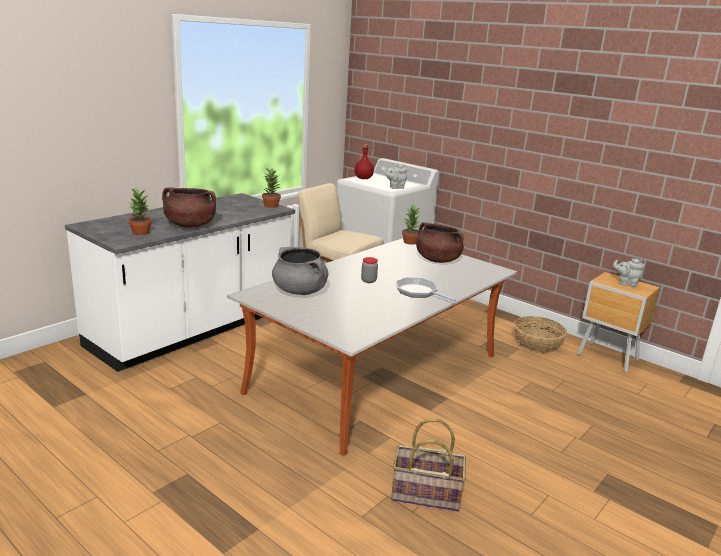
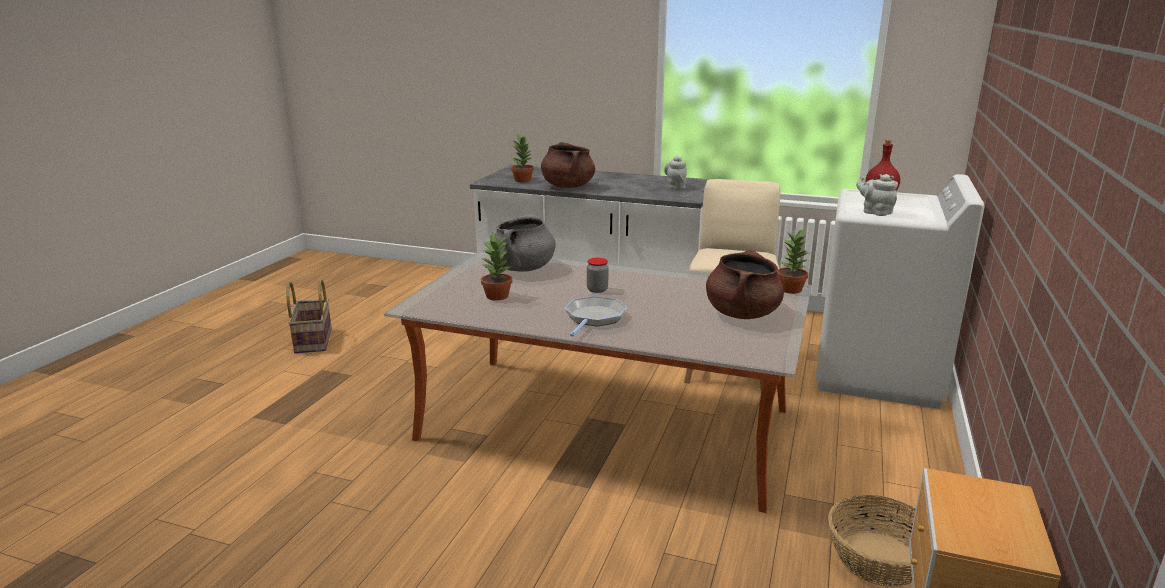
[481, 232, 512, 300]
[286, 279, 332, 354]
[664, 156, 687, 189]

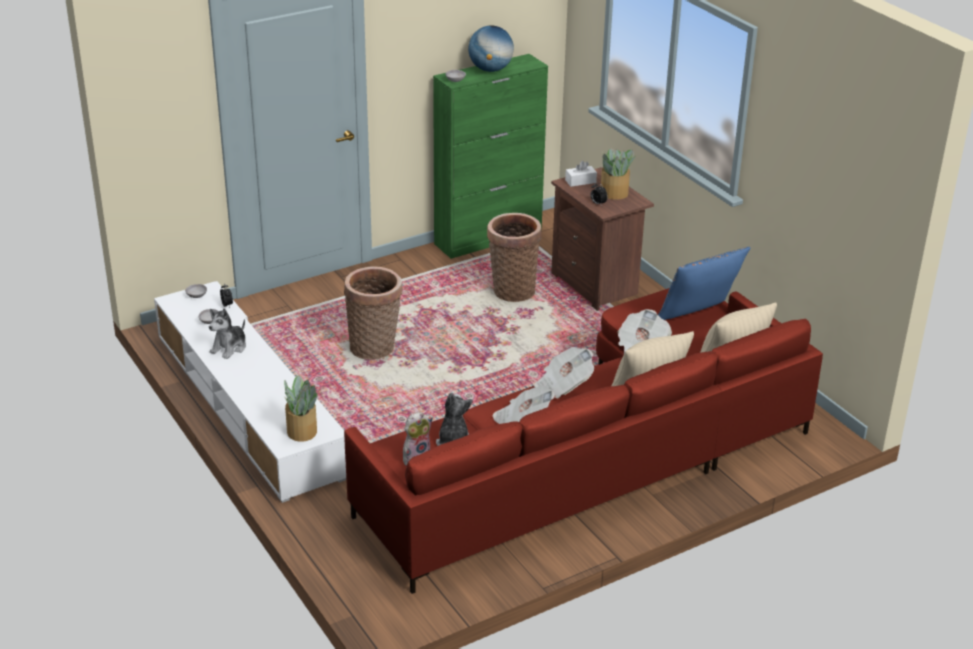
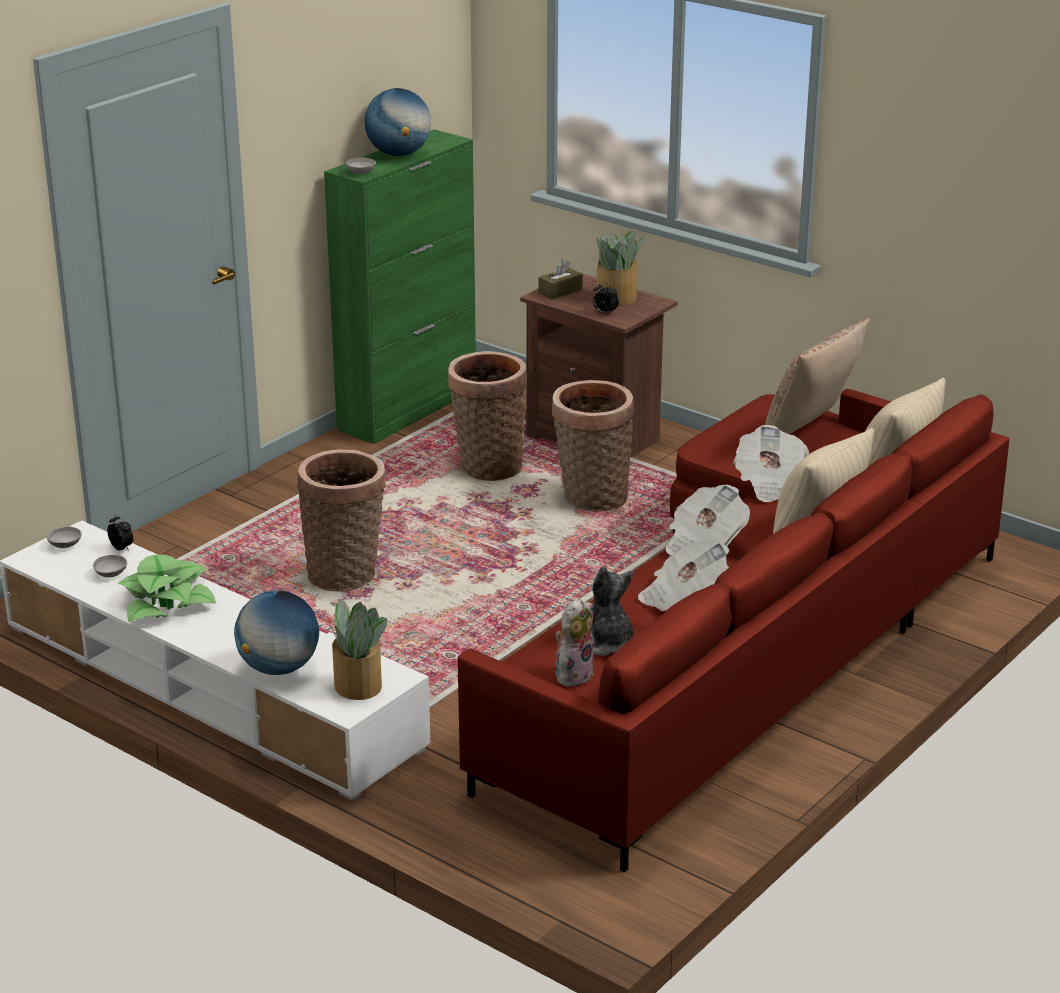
[117, 555, 216, 622]
[539, 260, 583, 299]
[765, 318, 869, 434]
[234, 590, 319, 675]
[552, 380, 635, 511]

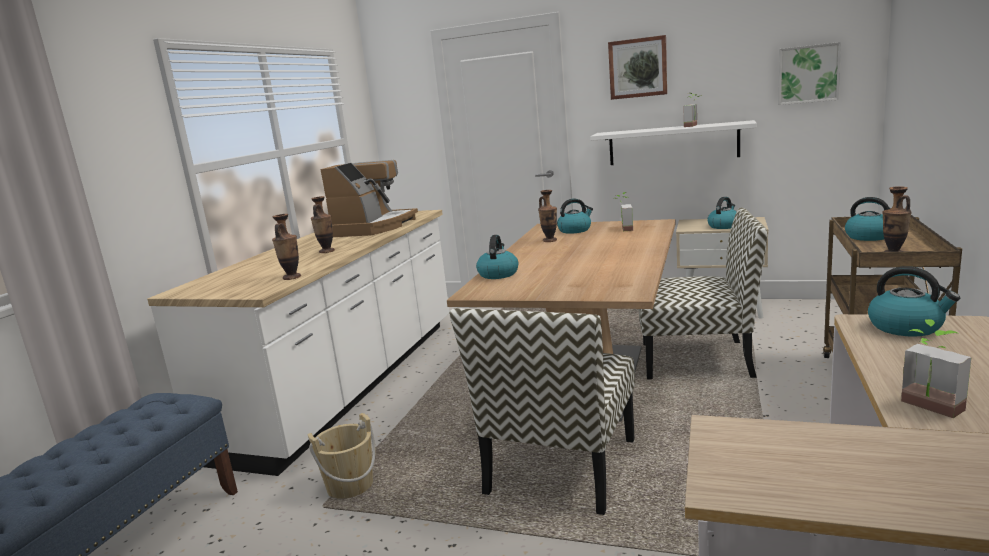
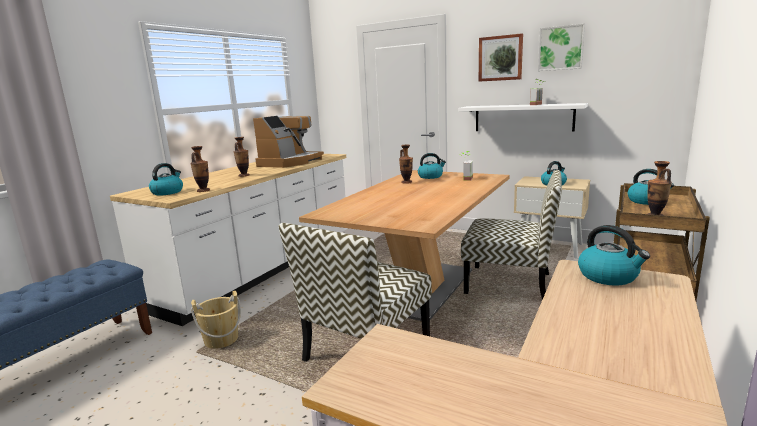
[149, 163, 183, 195]
[538, 24, 585, 71]
[901, 319, 971, 418] (first image)

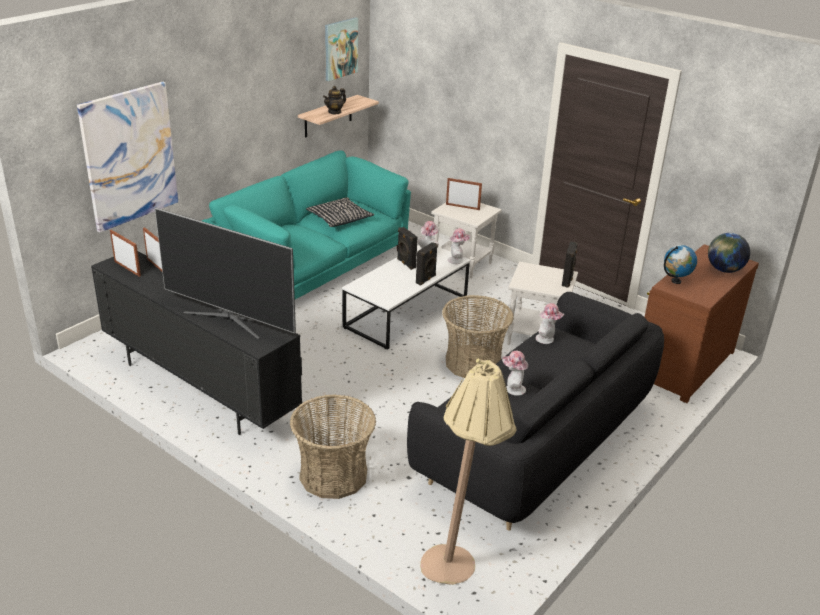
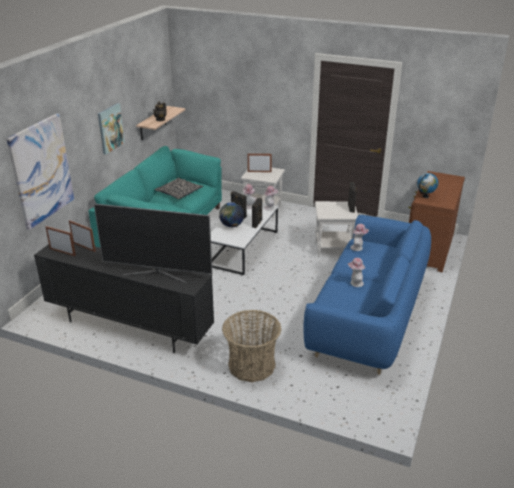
[98, 103, 125, 155]
[303, 215, 431, 375]
[420, 357, 516, 585] (first image)
[442, 295, 514, 378] (first image)
[219, 202, 244, 227]

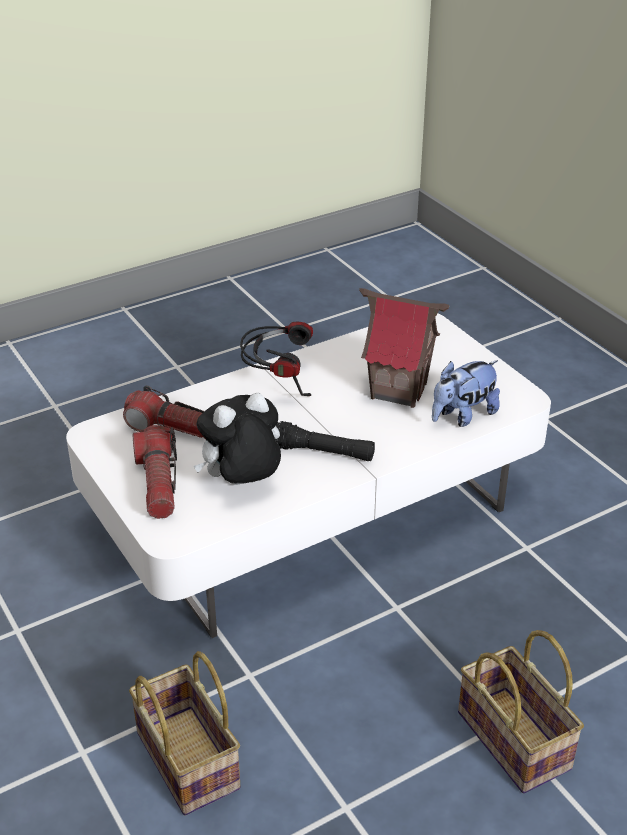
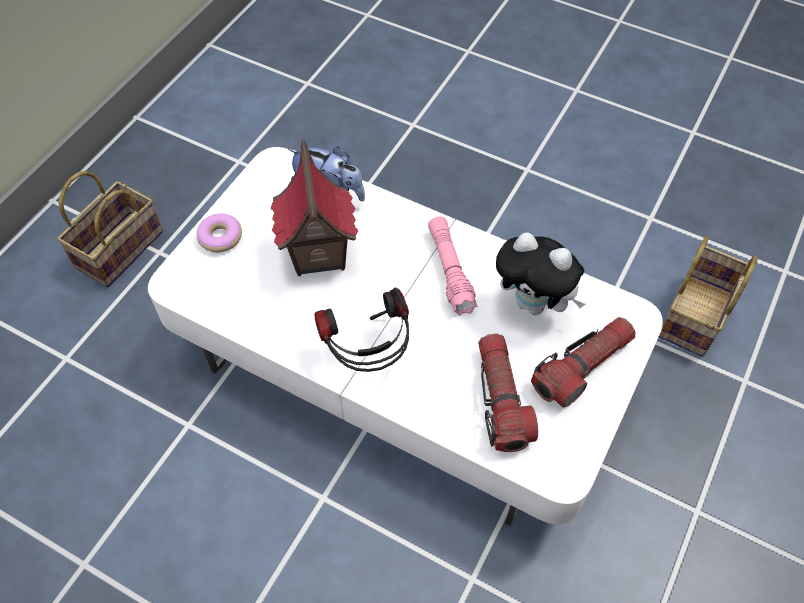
[428, 217, 477, 316]
[57, 171, 163, 287]
[197, 214, 242, 253]

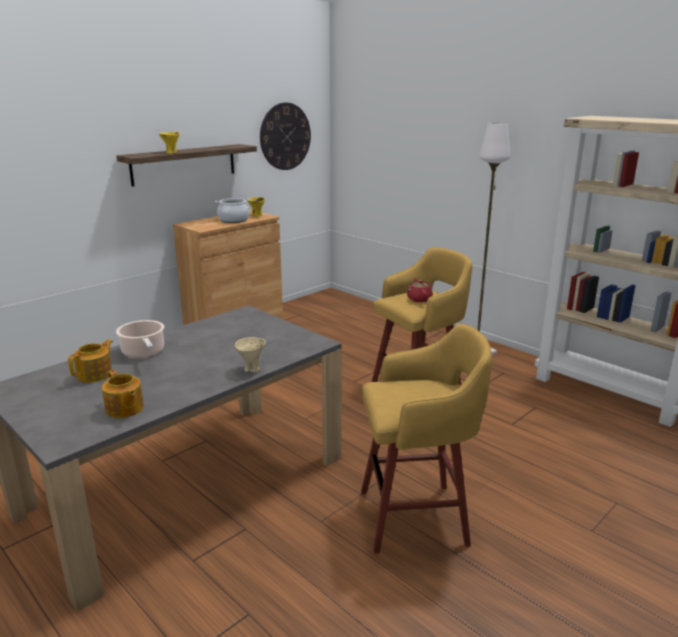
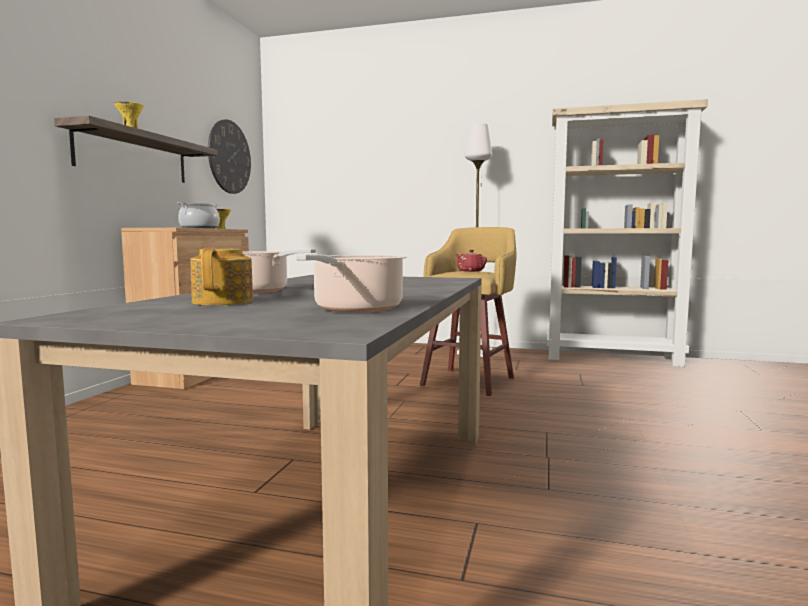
[296, 254, 407, 313]
[235, 337, 266, 372] (first image)
[361, 323, 492, 554] (first image)

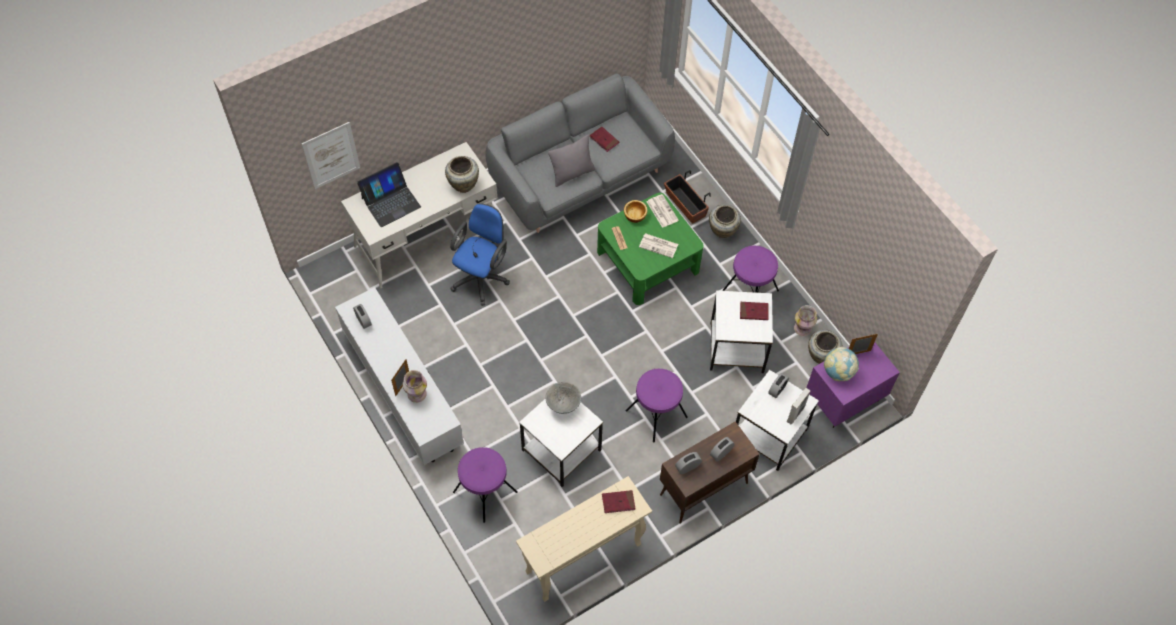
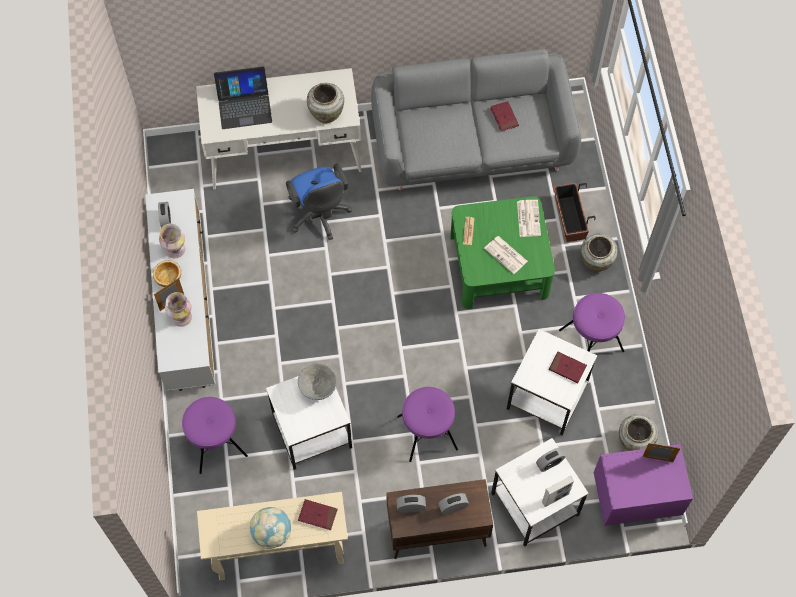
[301, 122, 360, 189] (first image)
[286, 163, 352, 240]
[548, 134, 595, 187] (first image)
[153, 260, 181, 287]
[159, 224, 186, 258]
[250, 507, 291, 549]

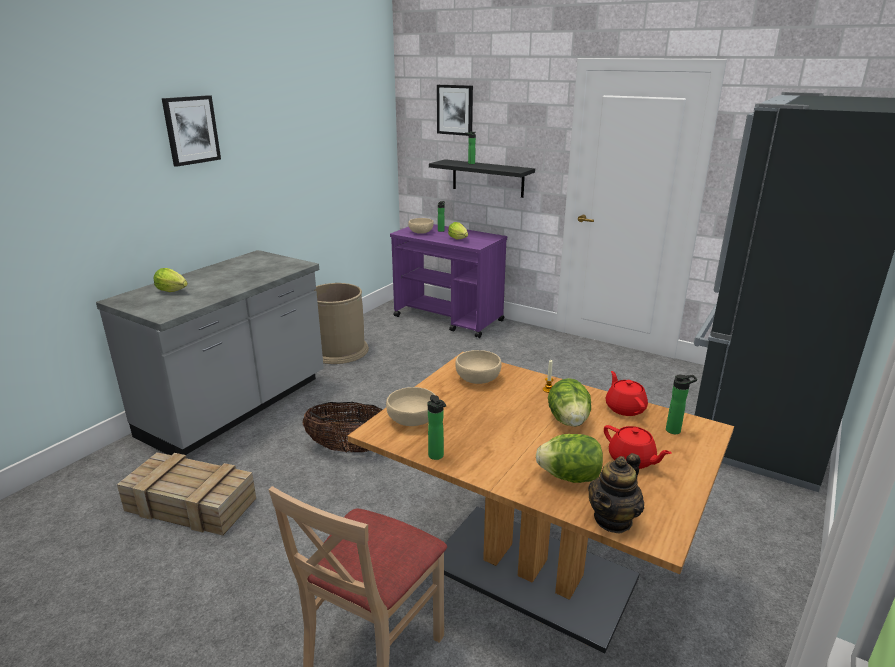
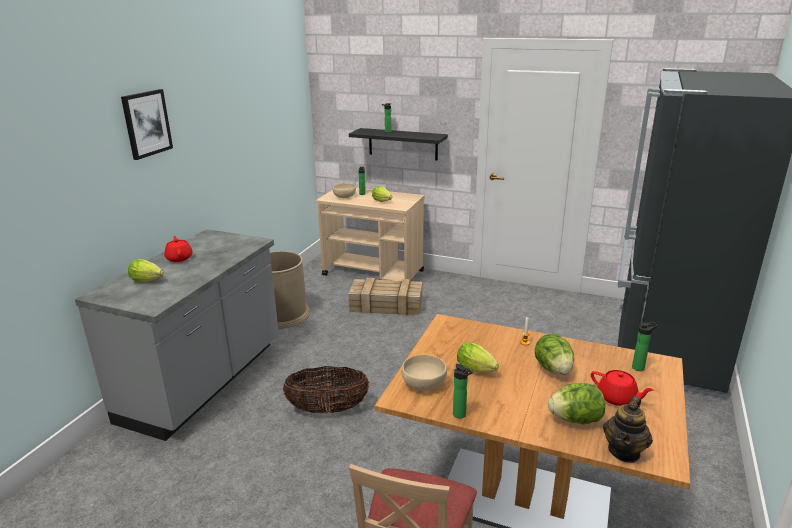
[348, 278, 422, 315]
[316, 188, 425, 281]
[437, 85, 473, 136] (first image)
[455, 350, 502, 384] (first image)
[164, 236, 192, 262]
[457, 342, 499, 373]

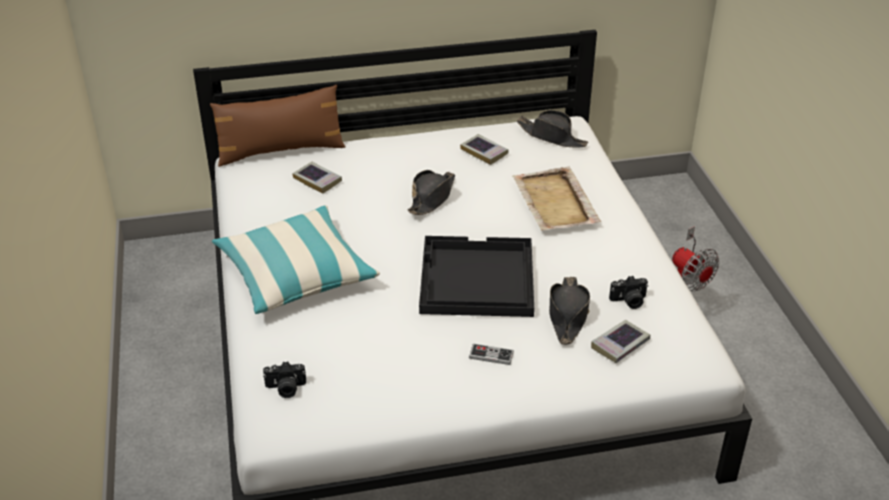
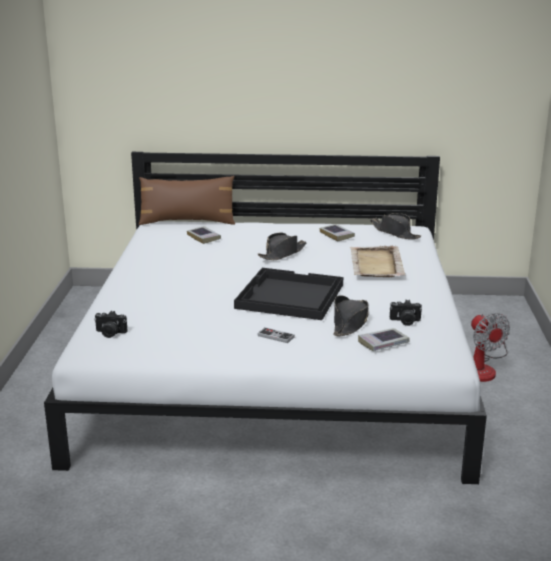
[212, 205, 380, 314] (first image)

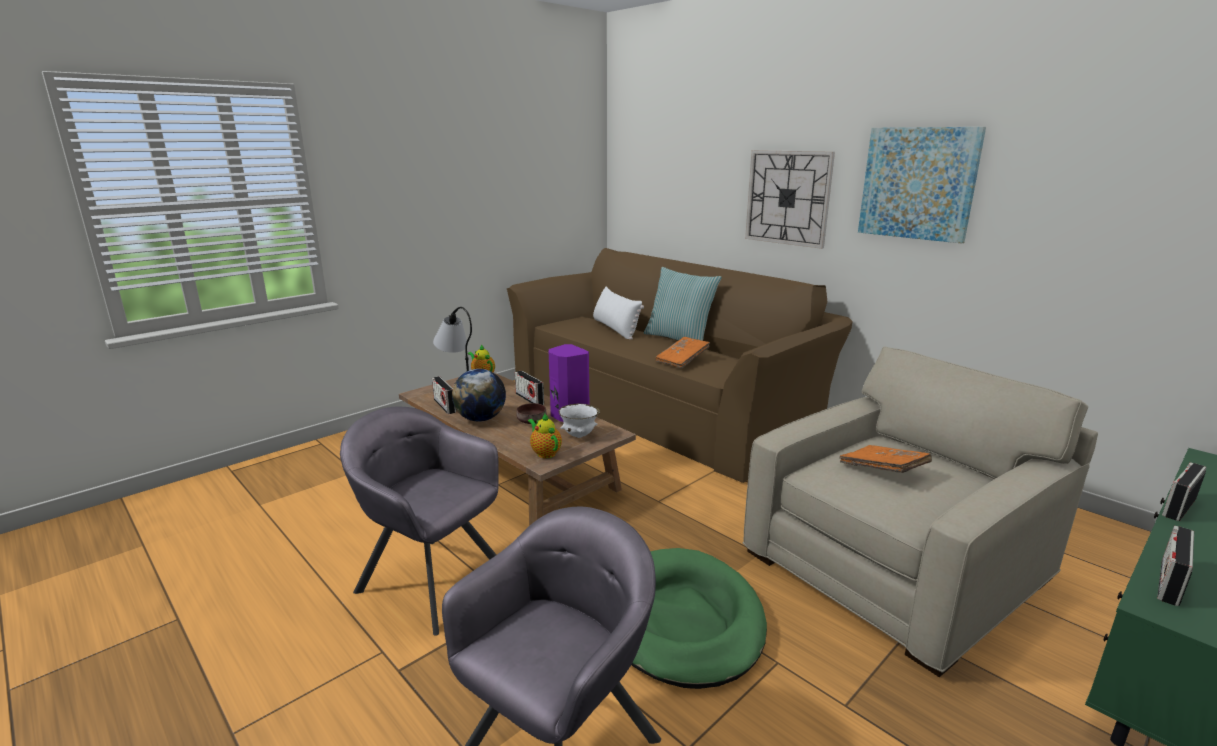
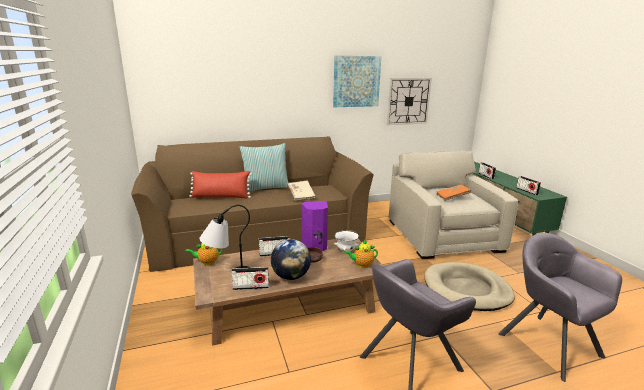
[189, 171, 252, 198]
[425, 262, 515, 311]
[288, 180, 316, 201]
[387, 78, 432, 125]

